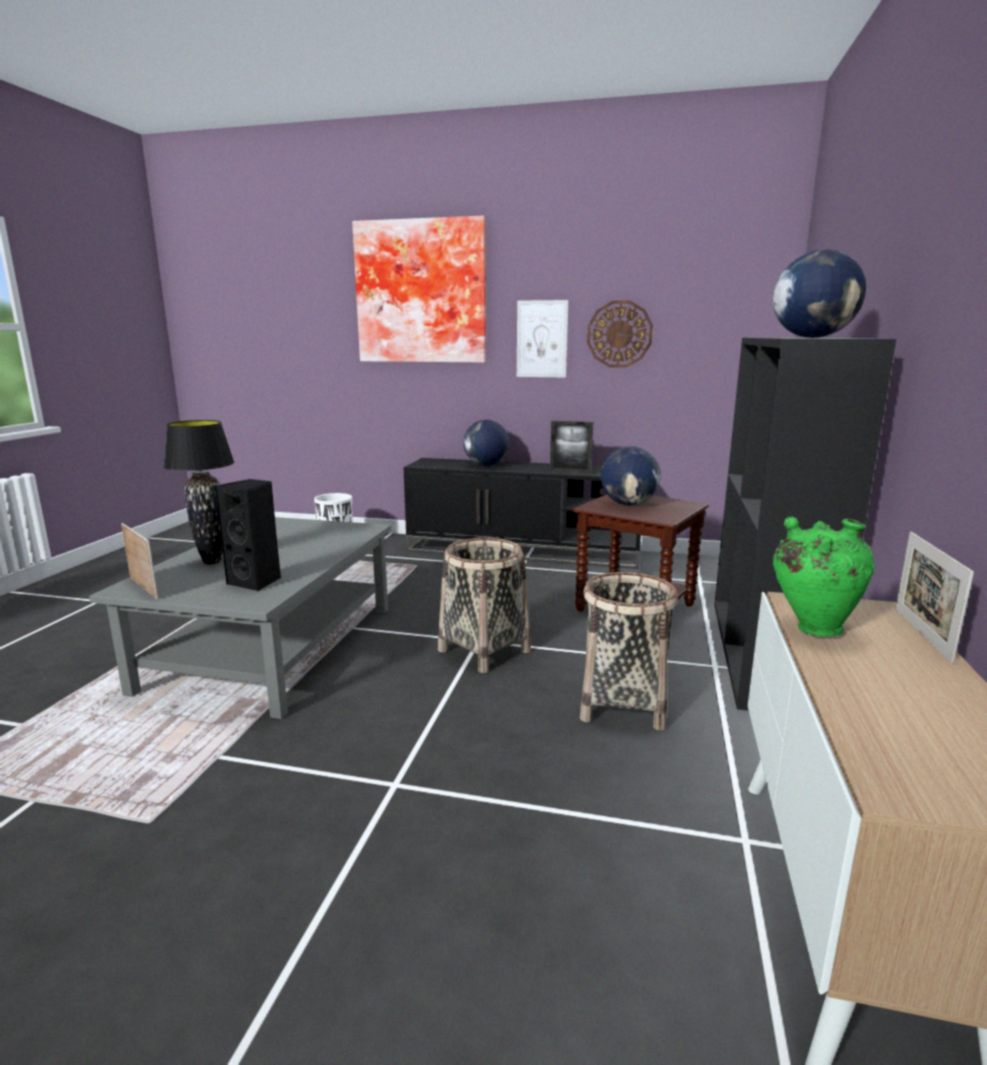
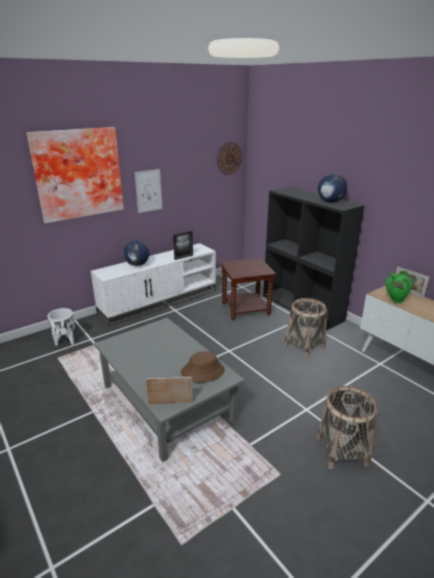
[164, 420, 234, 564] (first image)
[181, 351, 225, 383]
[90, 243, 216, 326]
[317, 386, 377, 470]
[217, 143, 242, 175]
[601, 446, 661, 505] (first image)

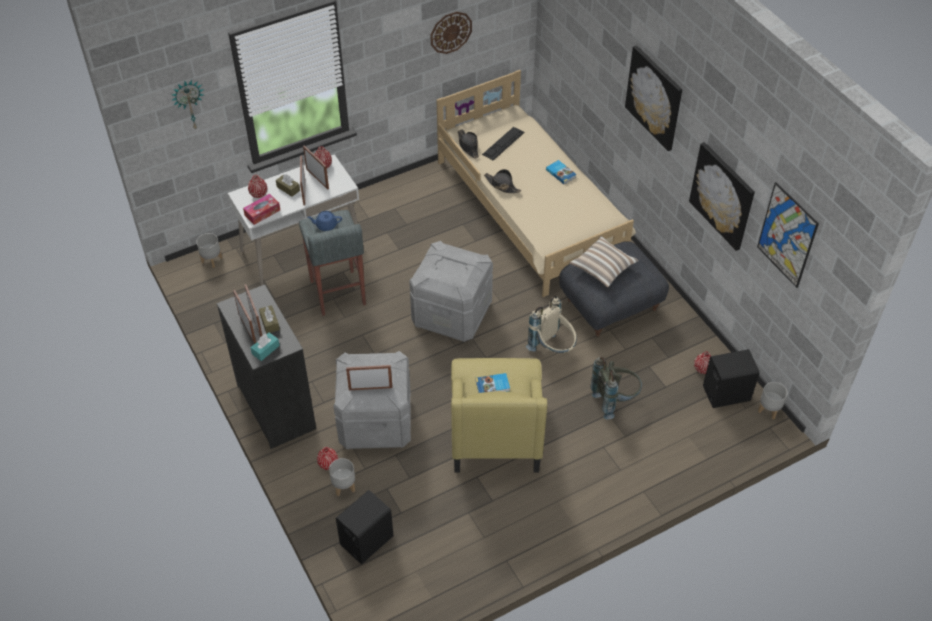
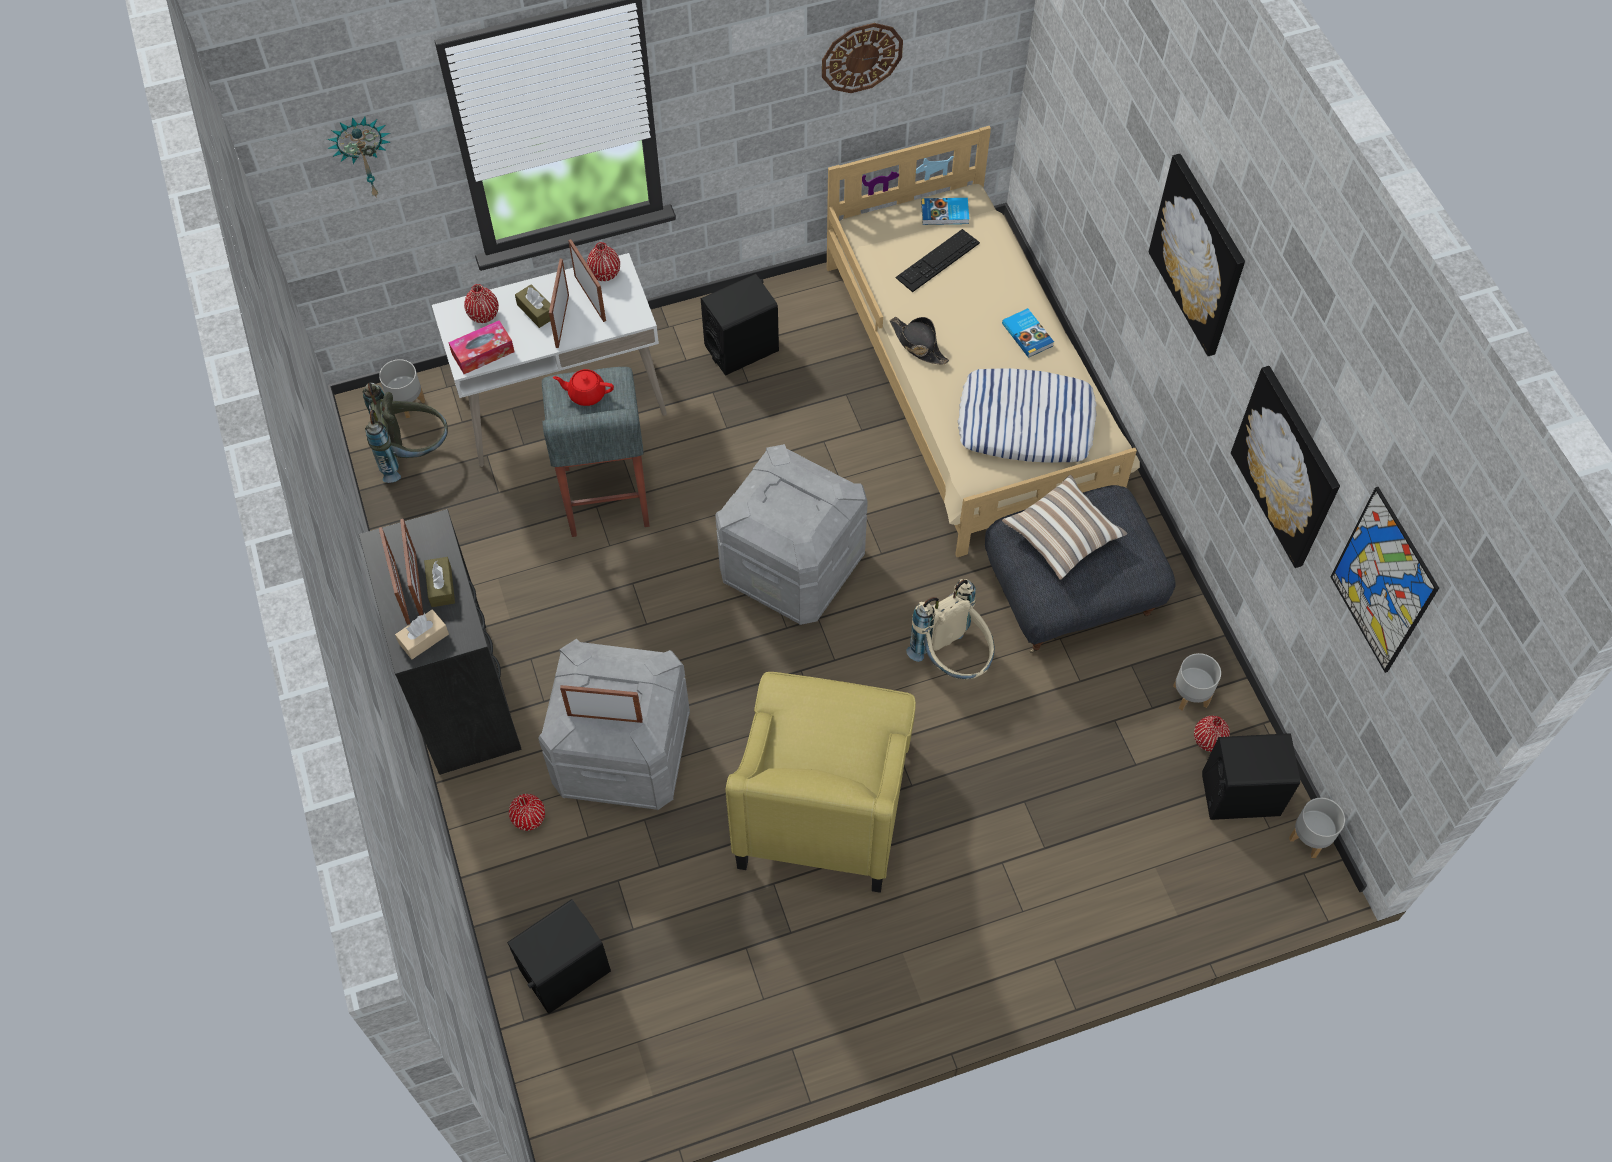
[395, 609, 449, 659]
[553, 369, 614, 406]
[1173, 653, 1221, 711]
[458, 129, 479, 159] (first image)
[921, 198, 969, 225]
[363, 383, 448, 483]
[701, 274, 779, 375]
[958, 368, 1097, 462]

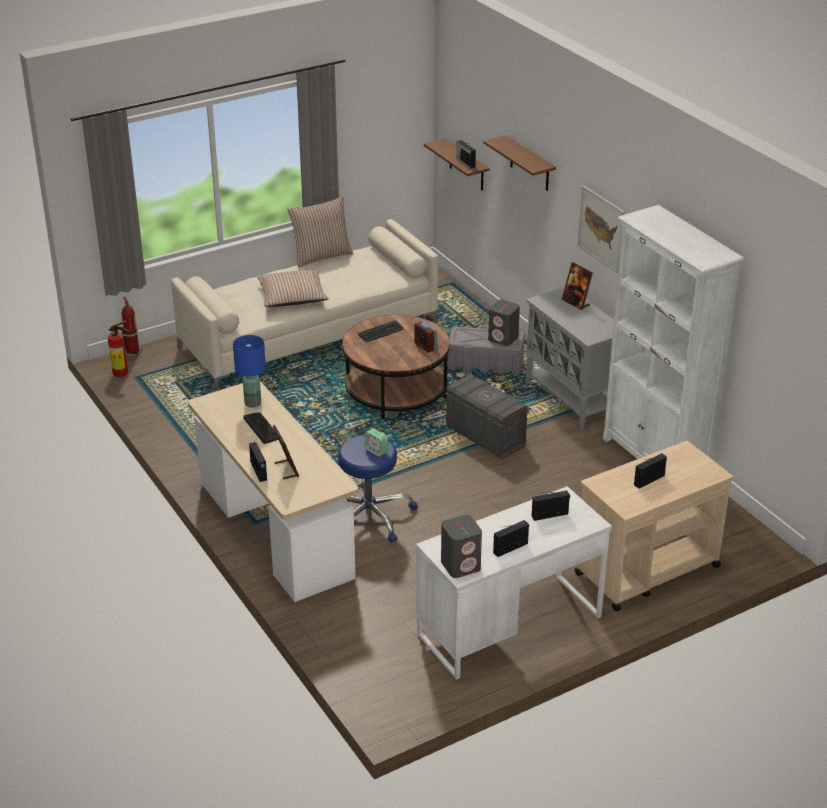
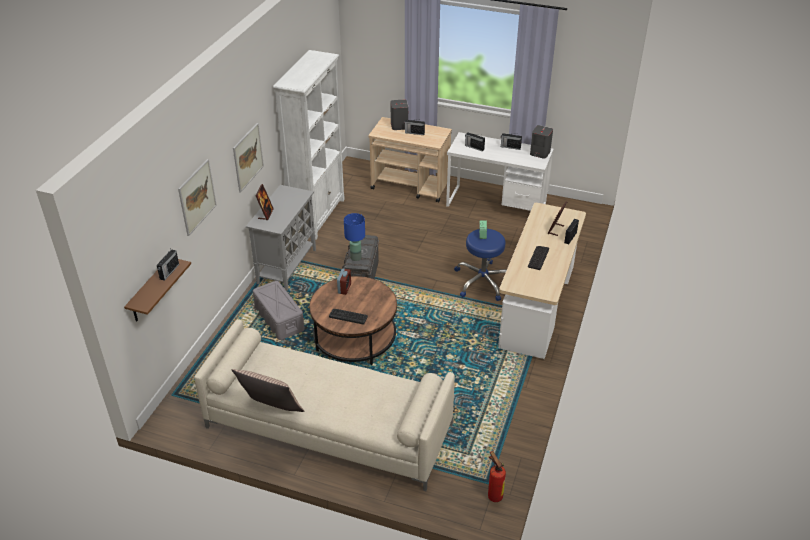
[121, 297, 141, 357] (first image)
[344, 213, 365, 261]
[257, 269, 329, 307] (first image)
[178, 159, 217, 236]
[390, 100, 408, 130]

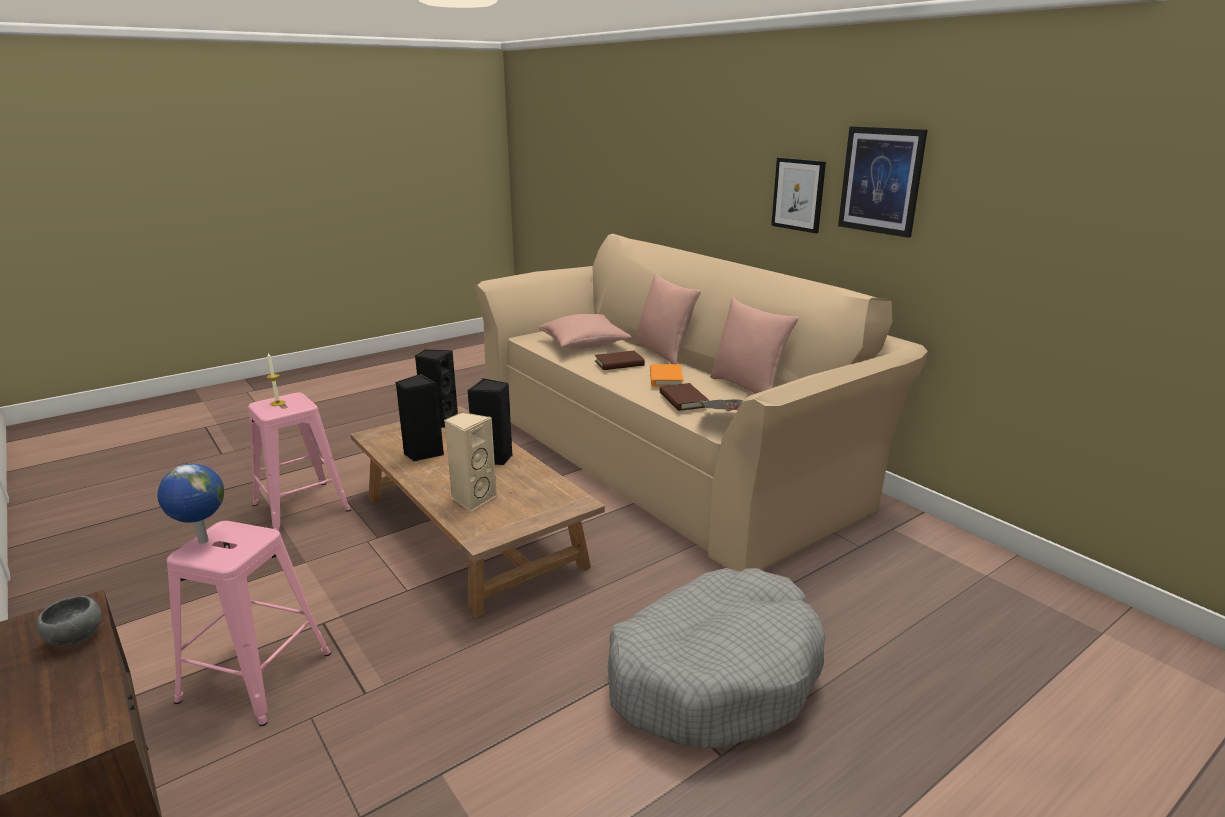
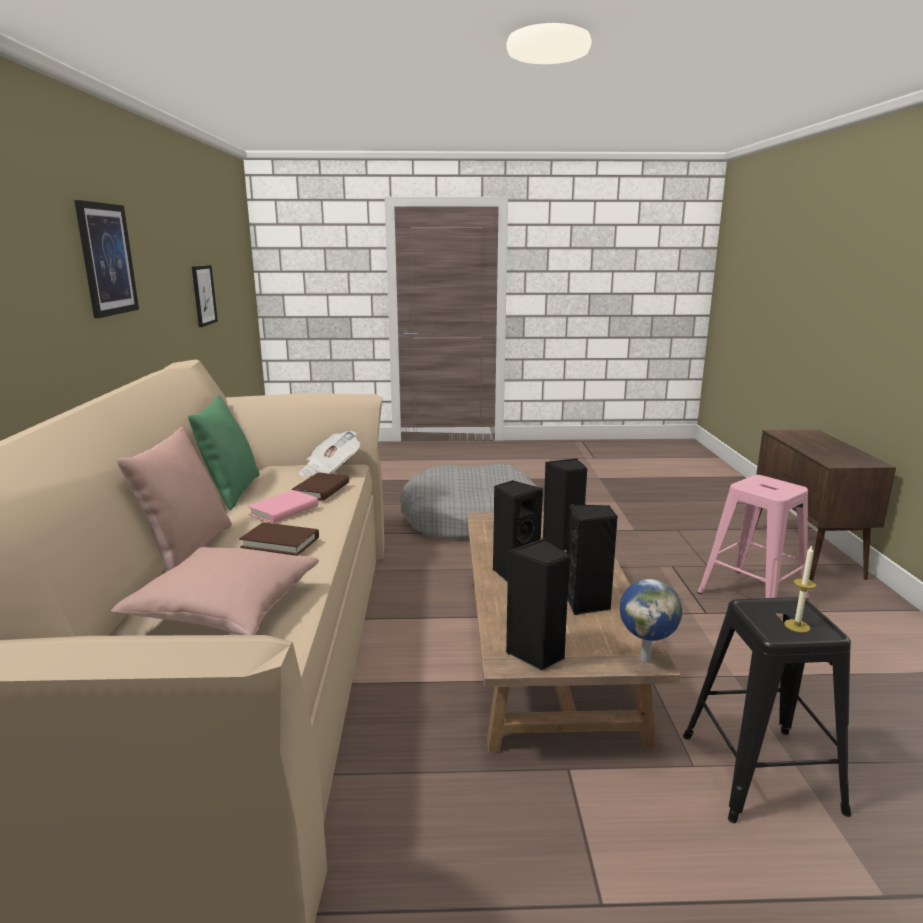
[37, 596, 102, 646] (first image)
[620, 579, 682, 663]
[683, 597, 851, 823]
[543, 458, 588, 551]
[248, 490, 318, 523]
[188, 395, 259, 510]
[192, 265, 218, 327]

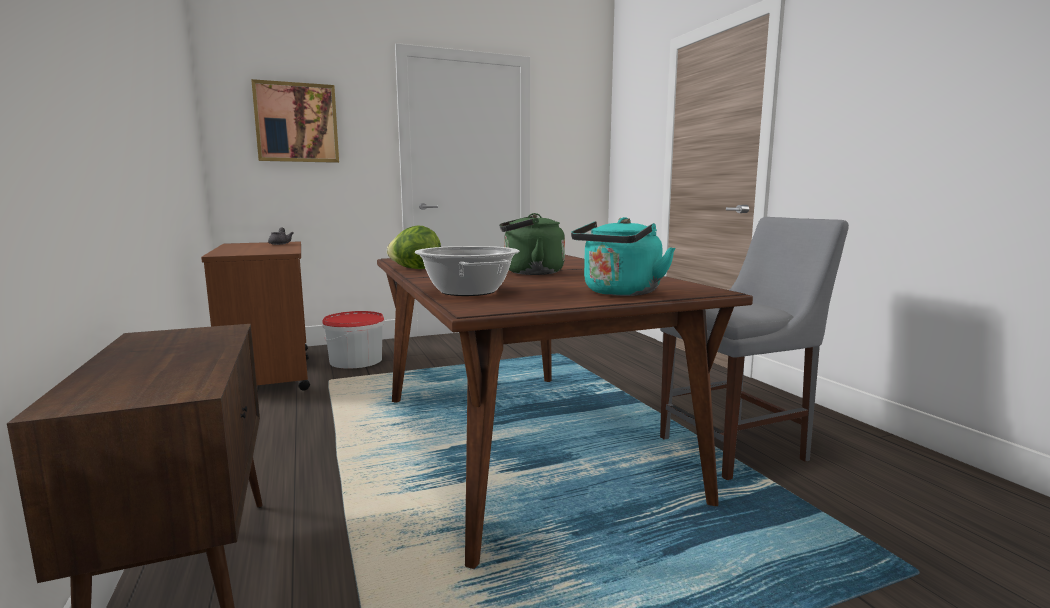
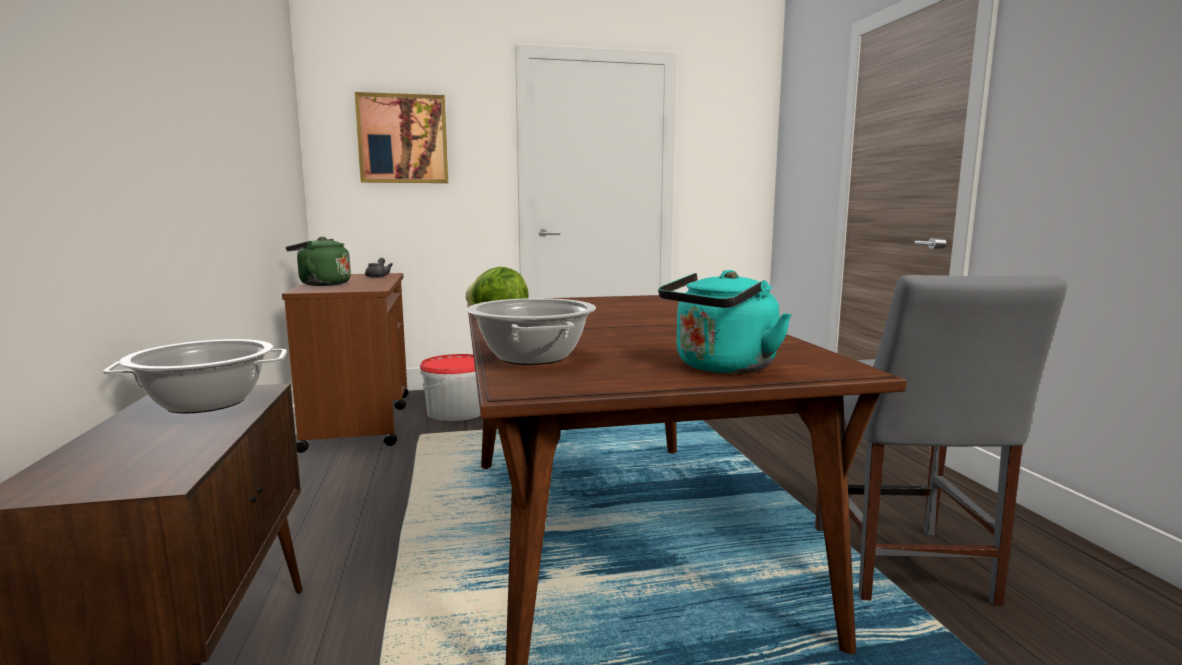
[286, 237, 351, 286]
[815, 275, 1067, 606]
[103, 339, 287, 414]

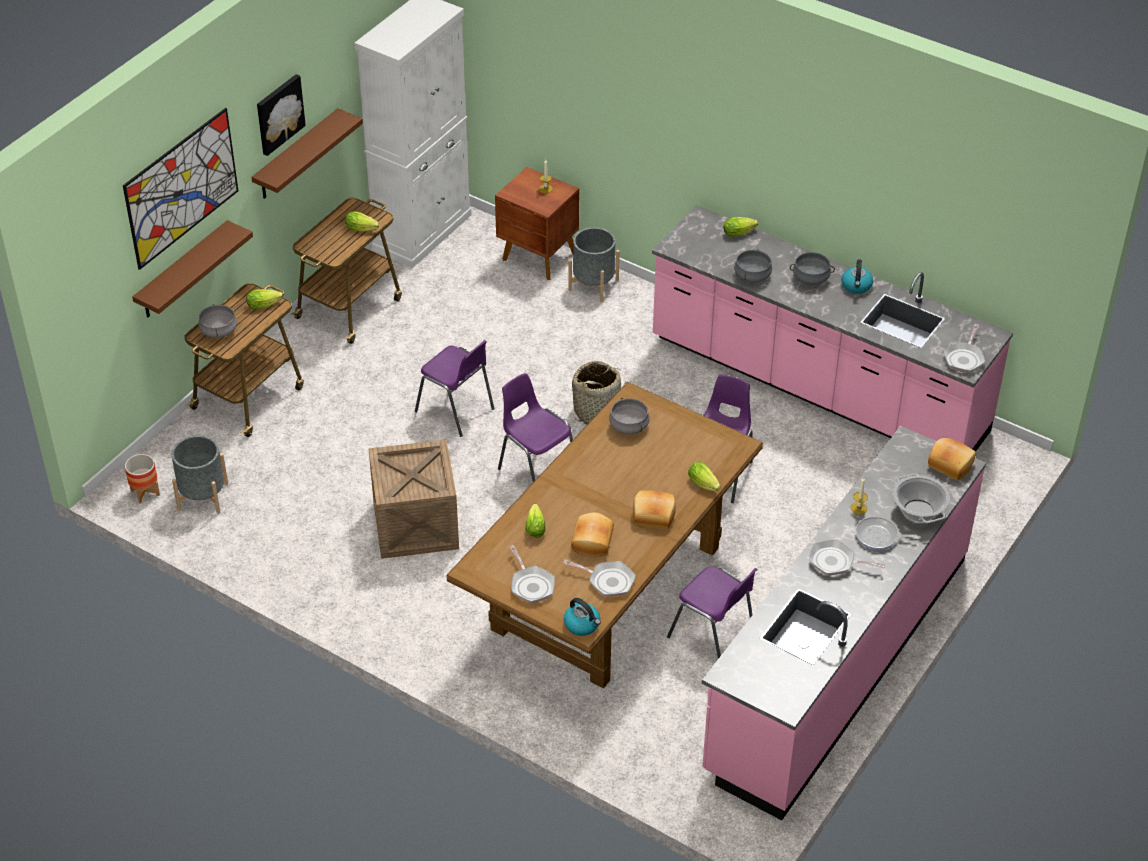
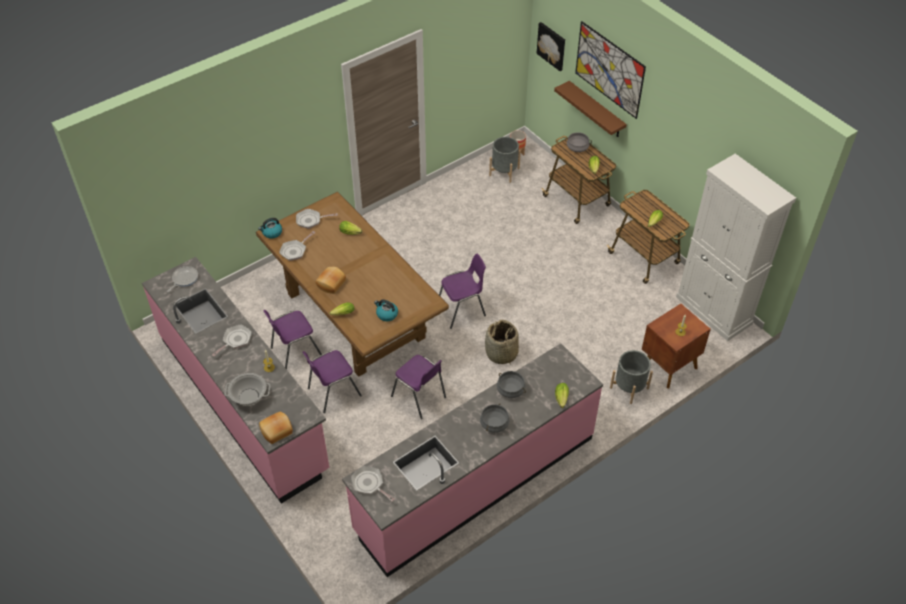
[251, 108, 363, 199] (first image)
[537, 22, 565, 71]
[369, 440, 459, 559] (first image)
[302, 350, 362, 413]
[571, 512, 614, 557] (first image)
[609, 398, 649, 434] (first image)
[374, 300, 398, 321]
[167, 266, 198, 292]

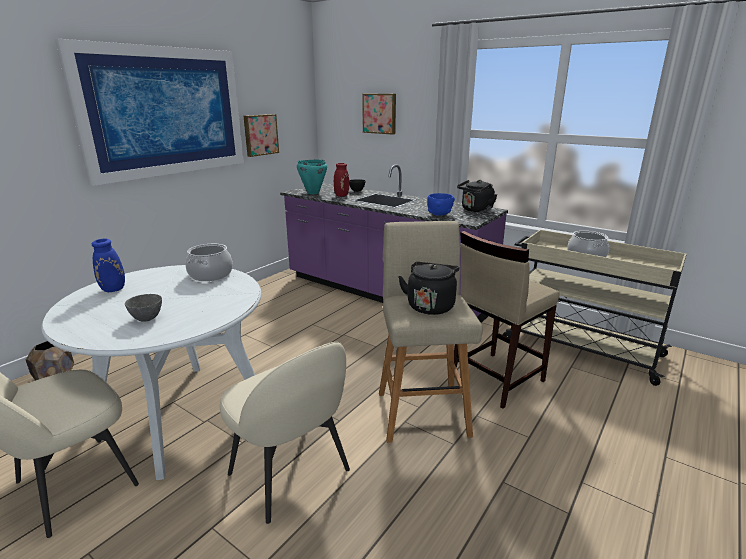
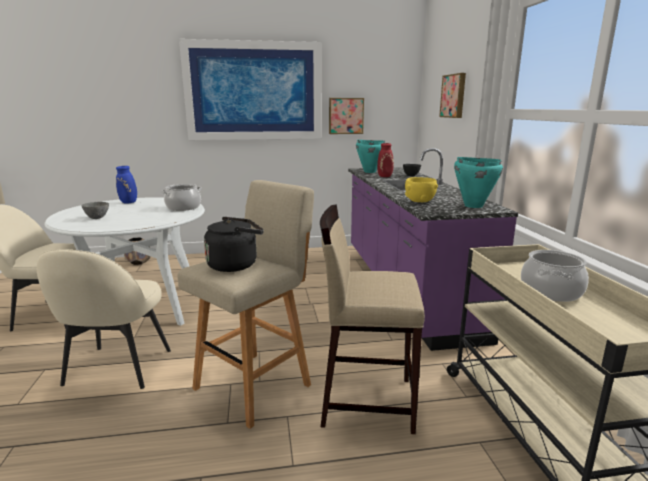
[405, 177, 438, 202]
[454, 157, 503, 208]

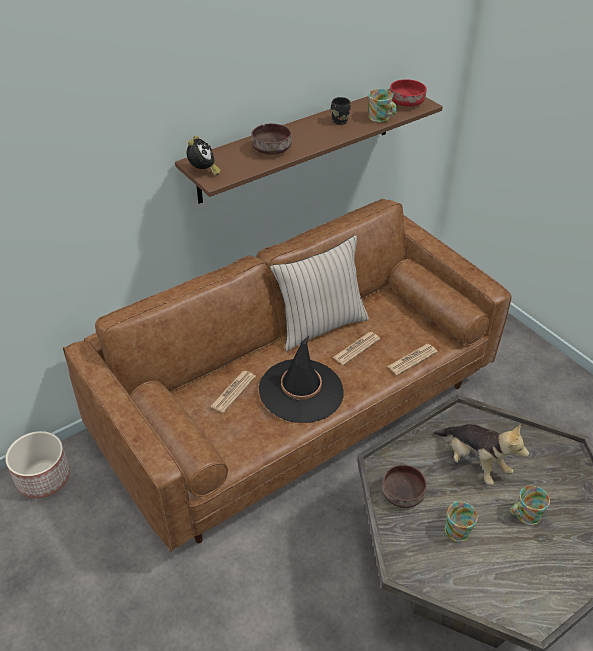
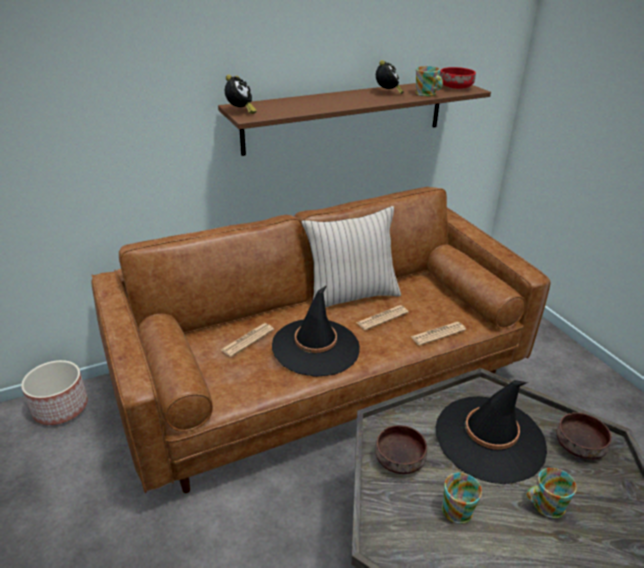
[557, 412, 612, 460]
[376, 60, 403, 94]
[436, 380, 547, 484]

